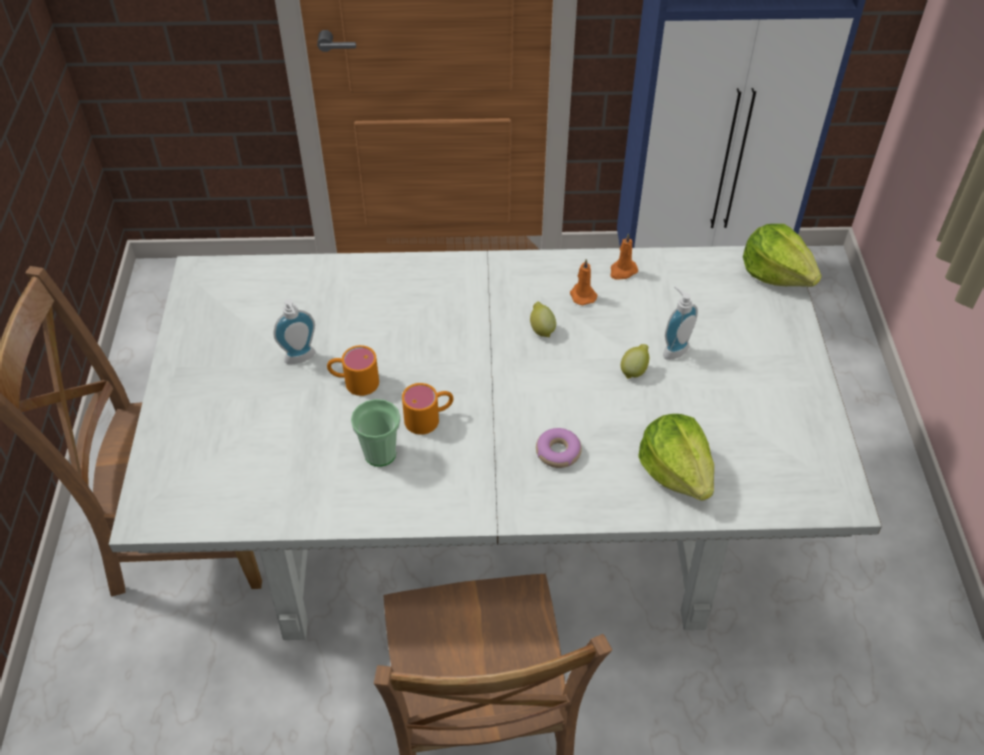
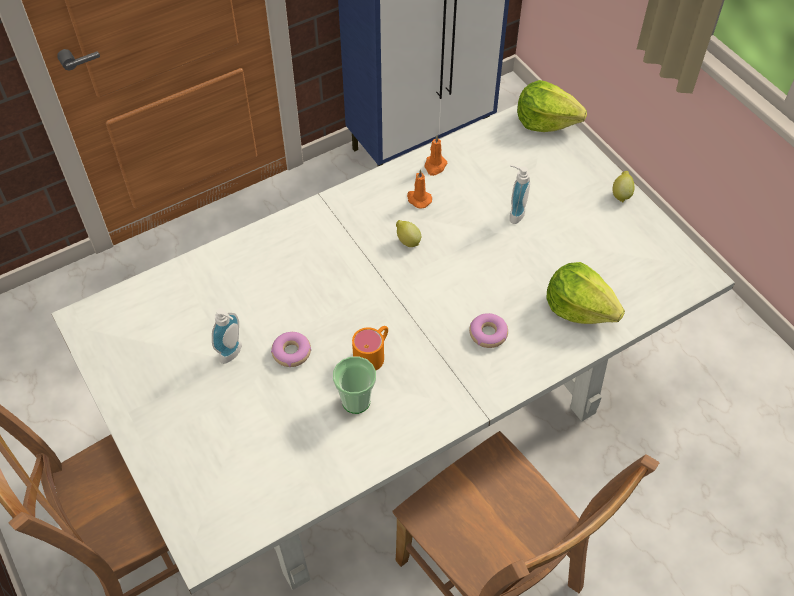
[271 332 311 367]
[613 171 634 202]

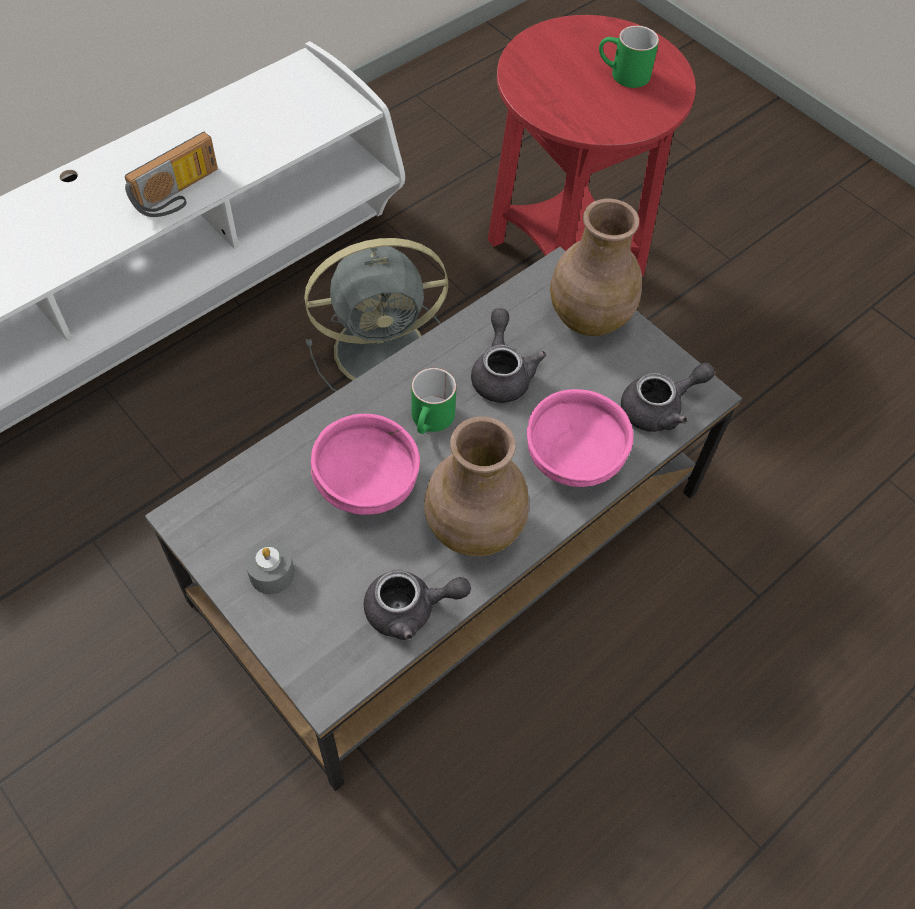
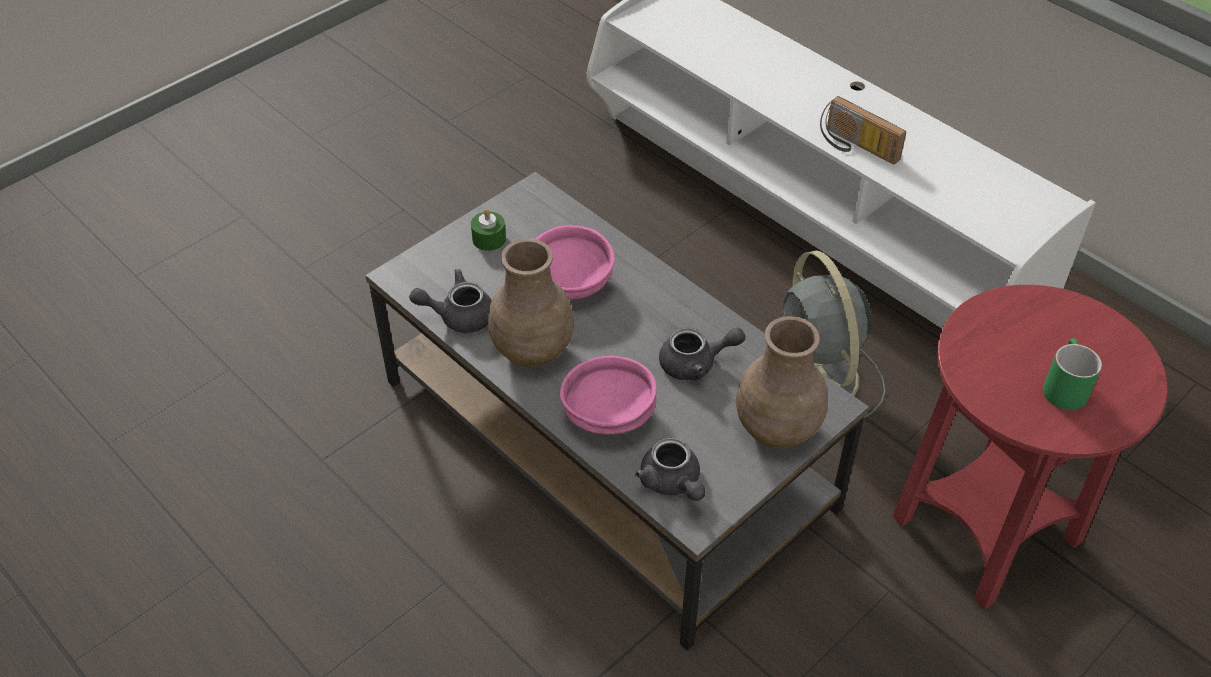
[471 209 506 251]
[409 269 492 333]
[411 368 457 434] (first image)

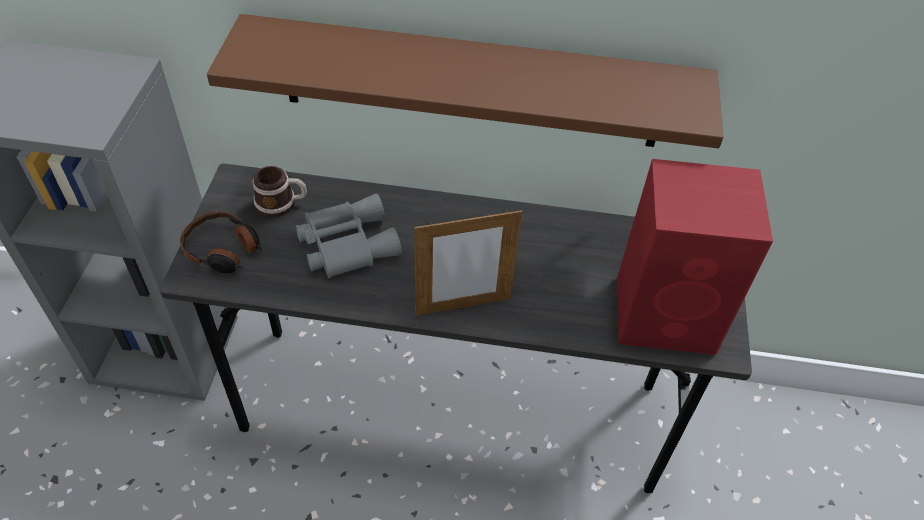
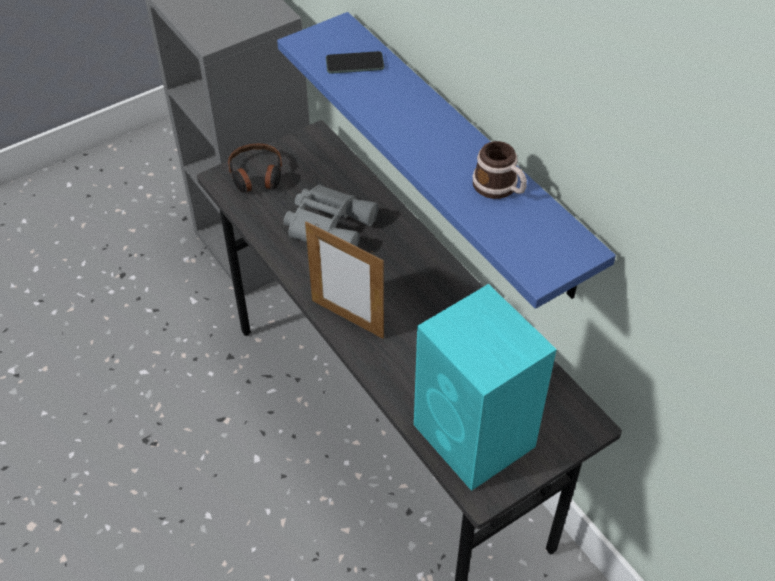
[277 12 616 309]
[472 141 527 199]
[414 284 557 491]
[326 51 384 74]

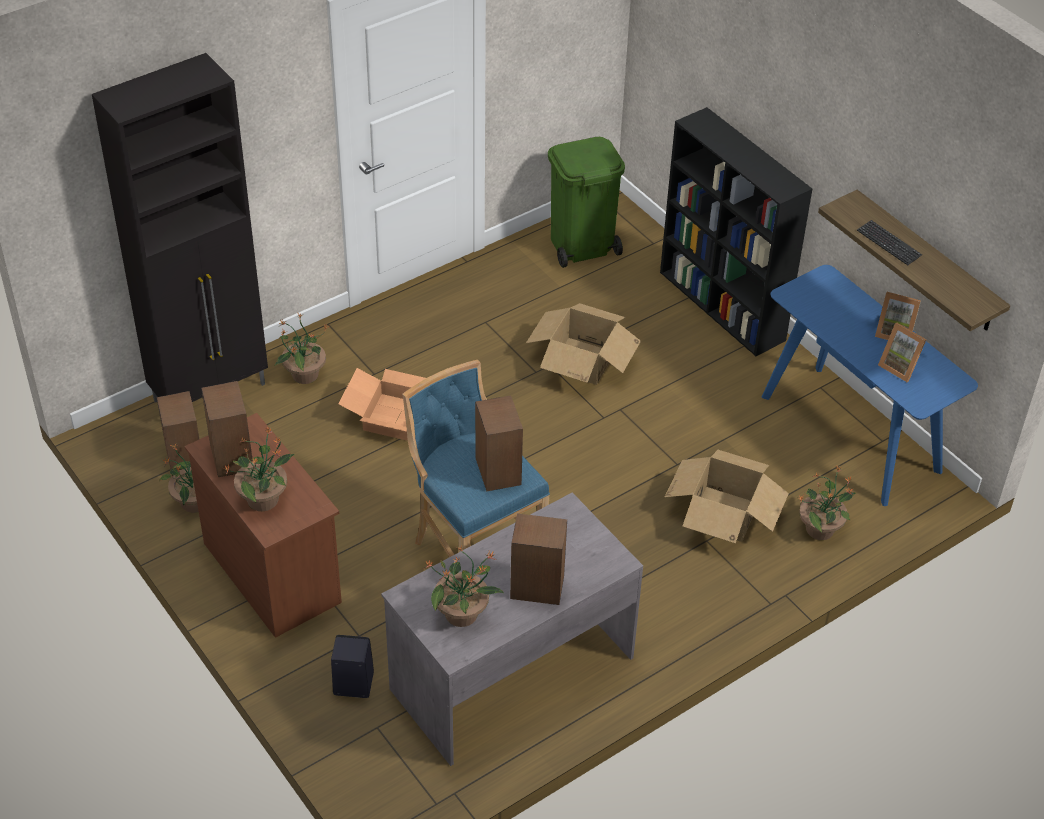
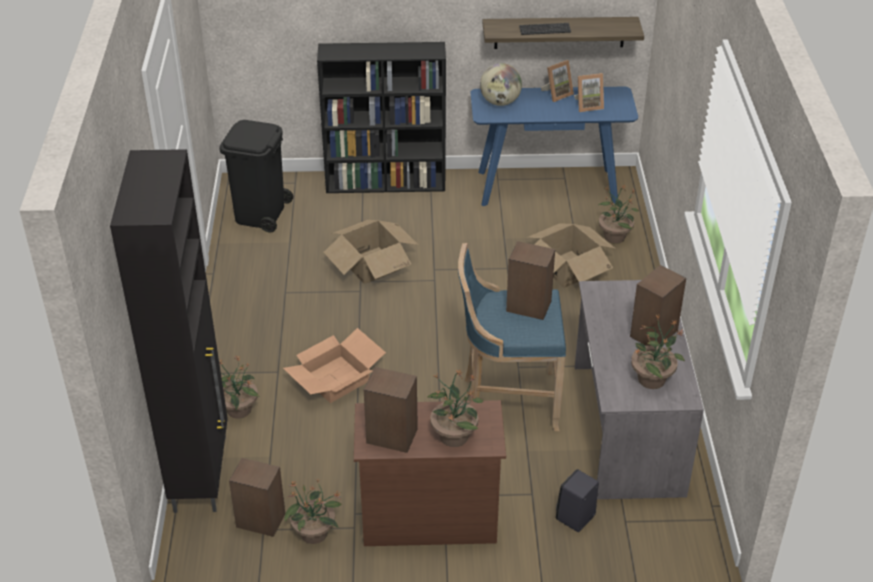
[219 120 293 232]
[480 63 522 106]

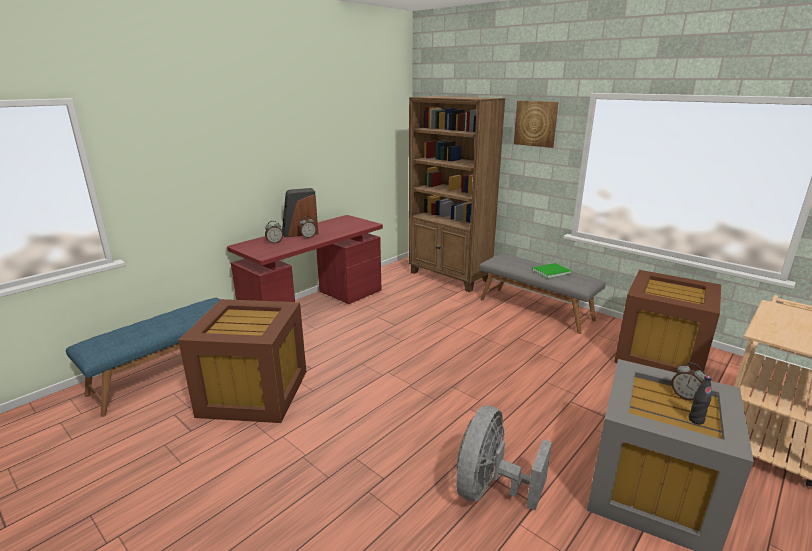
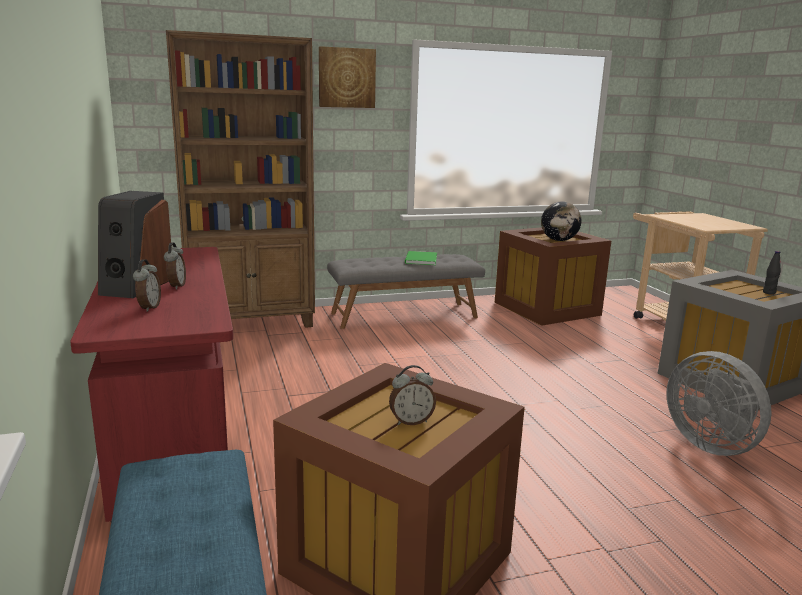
[389 365 436 425]
[541 201 581 241]

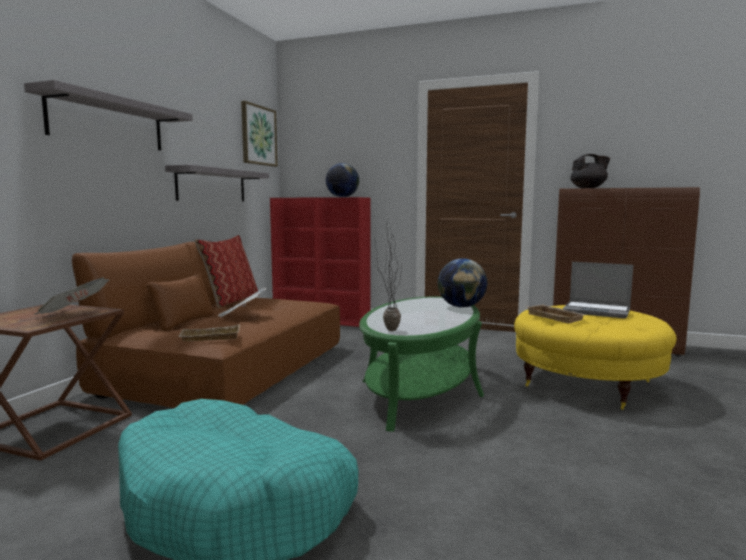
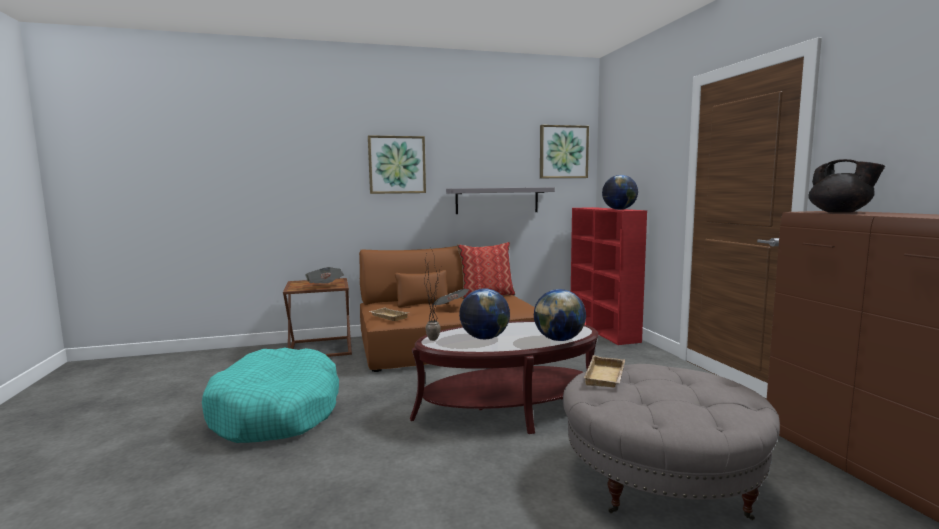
[368 135 426 194]
[410 321 599 434]
[563 364 780 520]
[563 262 633 319] (first image)
[459 288 510 339]

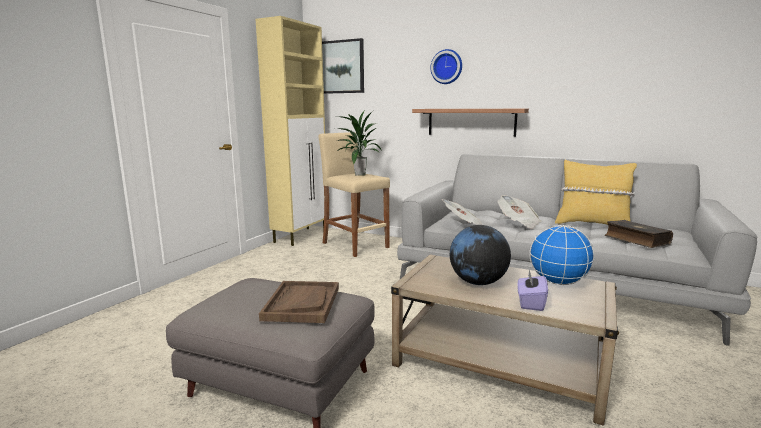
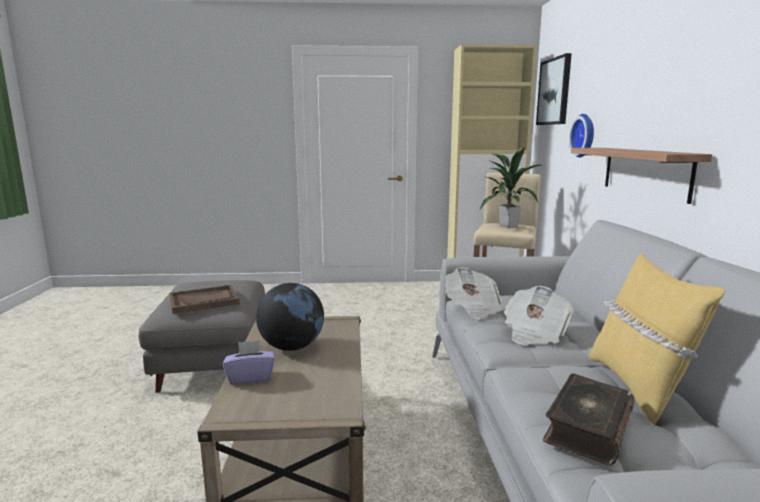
[569 114 594 158]
[529 225 594 285] (first image)

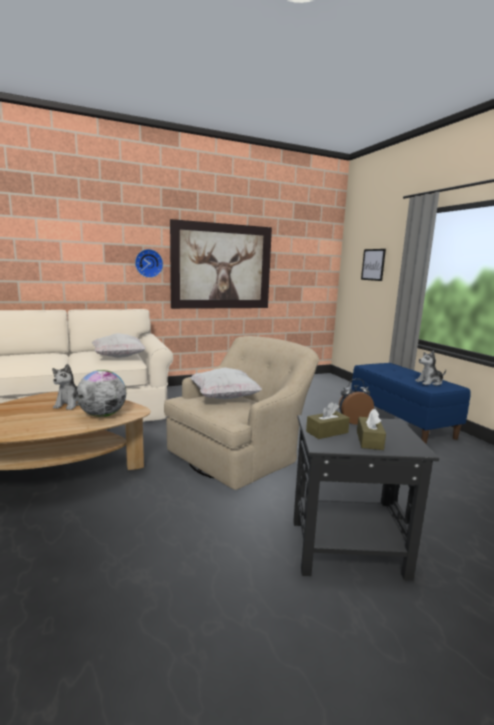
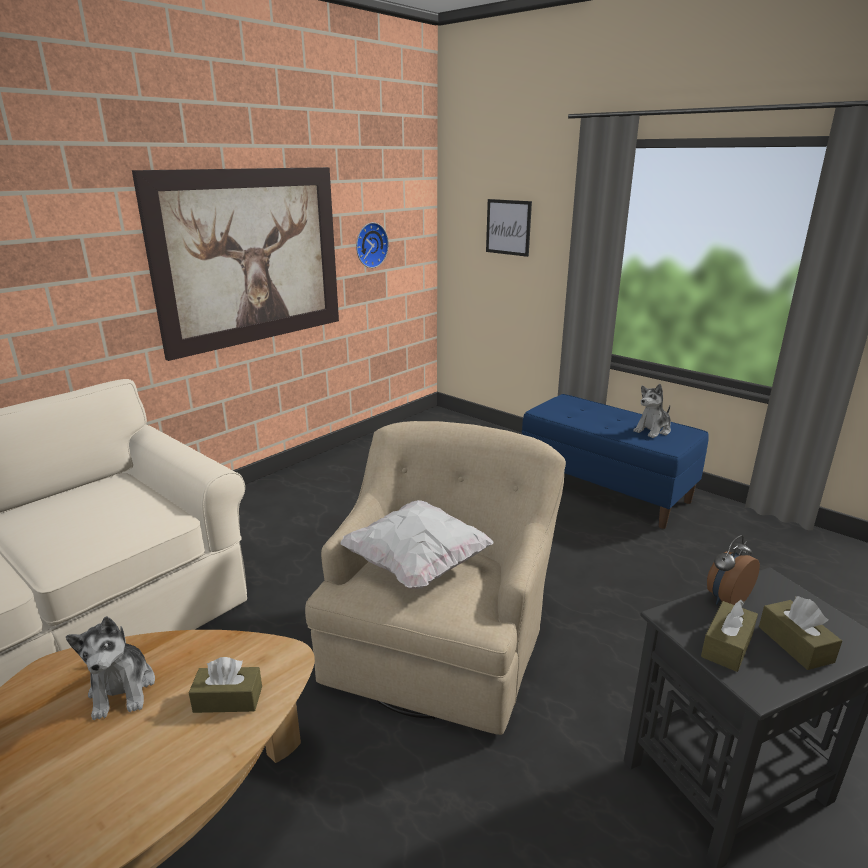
[189 657 262 713]
[92 333 146 358] (first image)
[356 222 389 268]

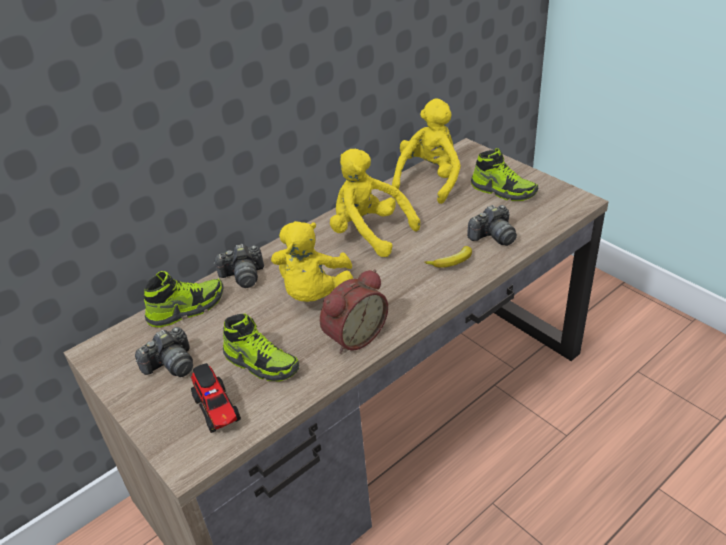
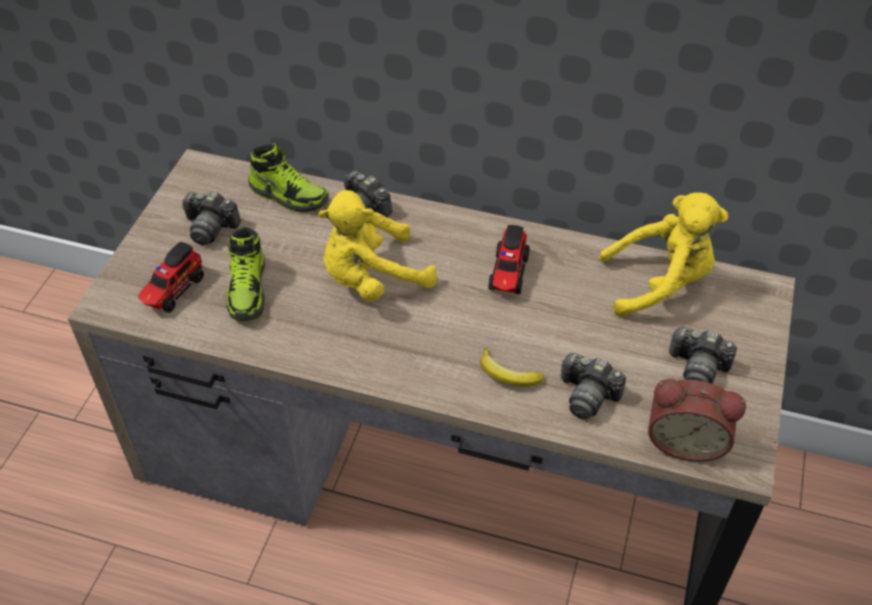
[648 379 746 462]
[488 225 529 294]
[669 327 737 384]

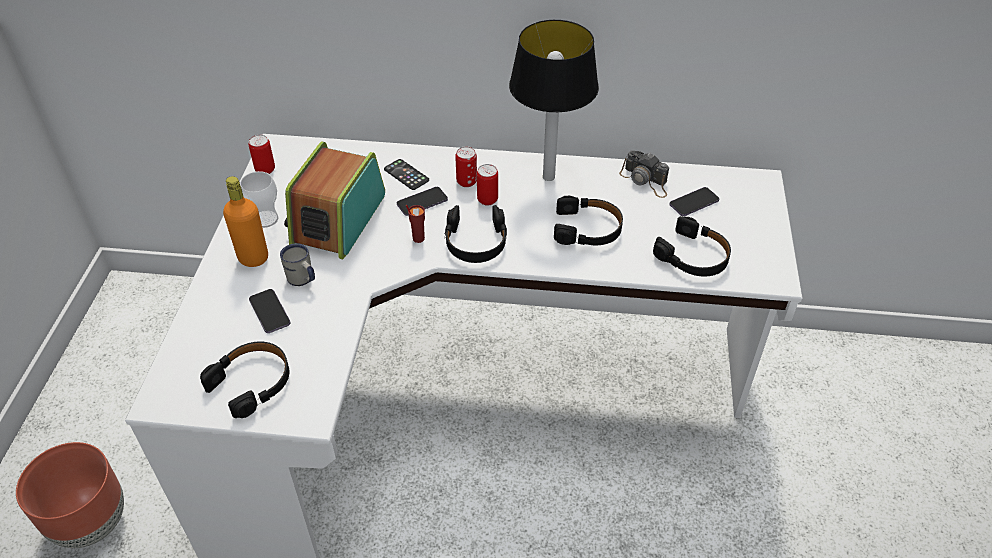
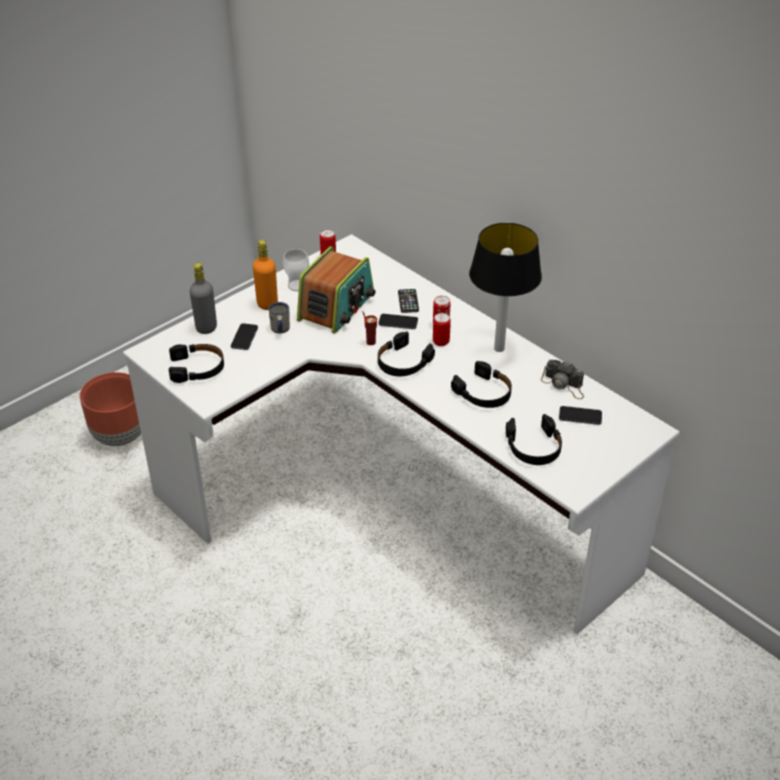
[297 246 376 334]
[541 360 584 399]
[190 263 217 334]

